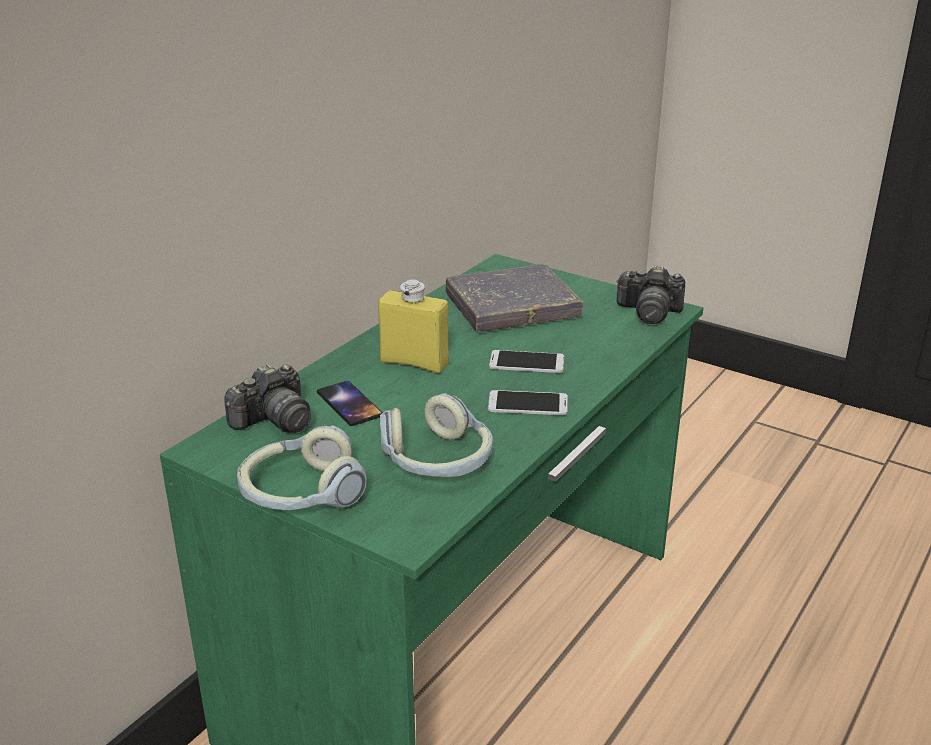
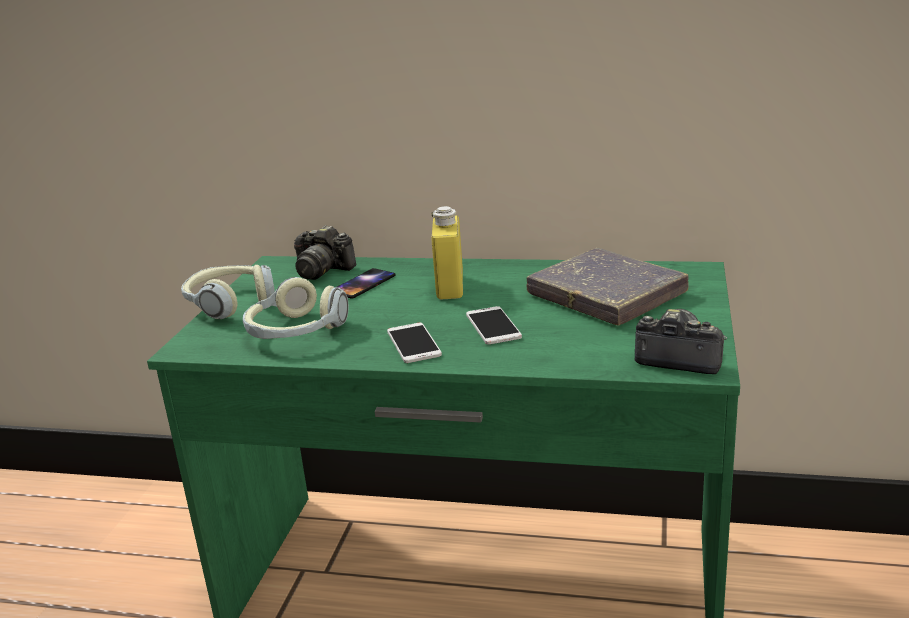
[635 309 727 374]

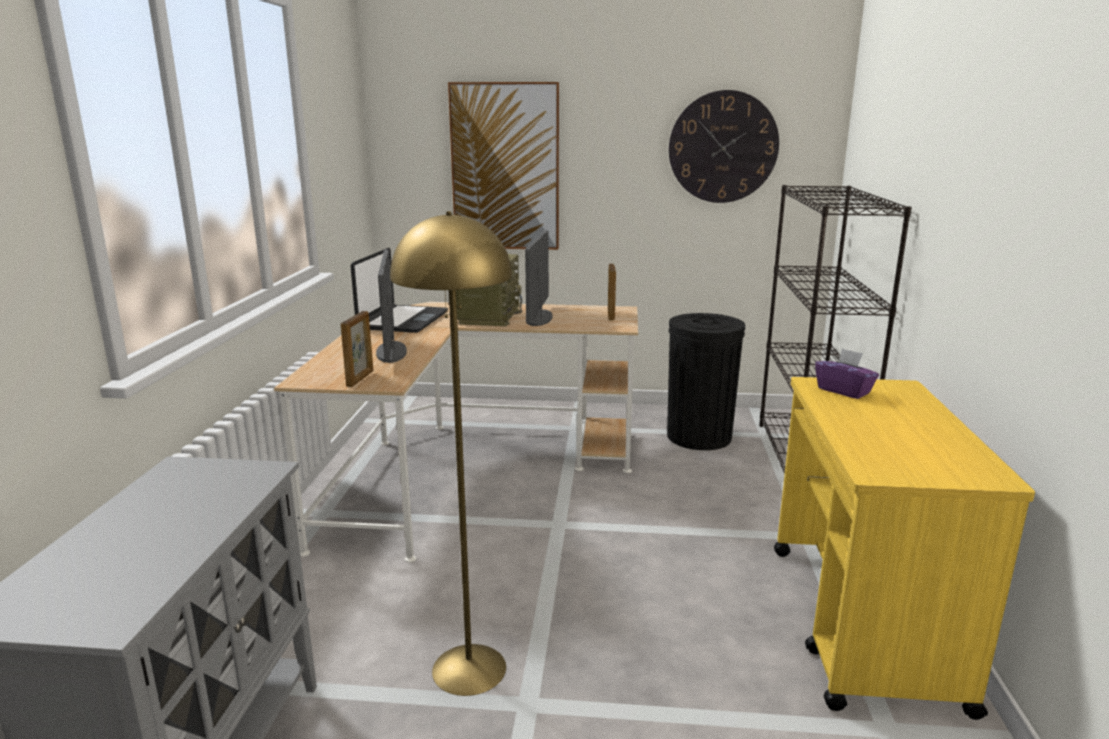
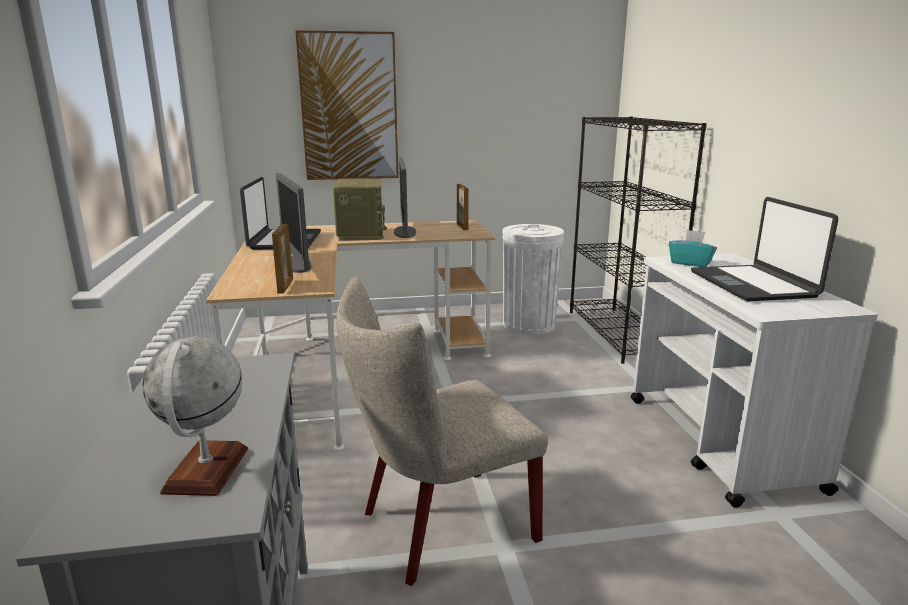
[336 277 548 586]
[502 224 564 335]
[669 90 779 203] (first image)
[630 253 878 508]
[669 230 717 267]
[143 337 248 496]
[691 197 838 301]

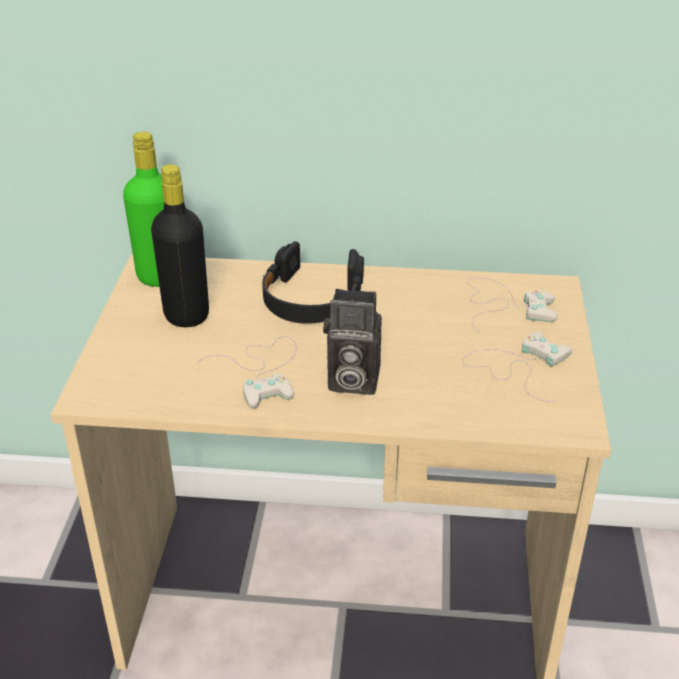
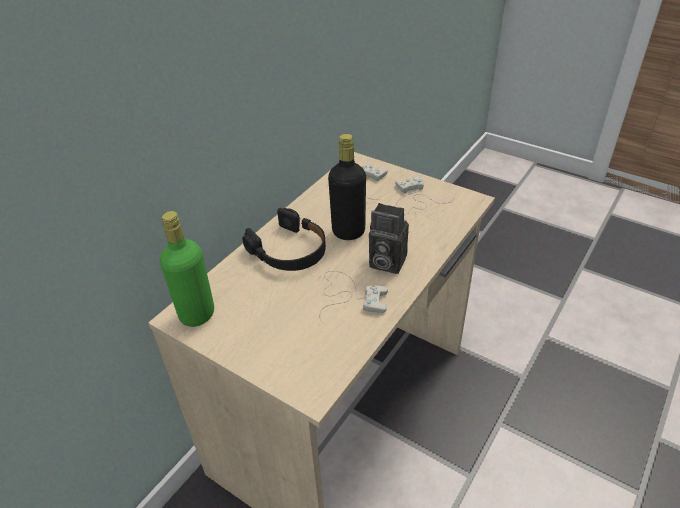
[328 134 366 240]
[369 203 409 274]

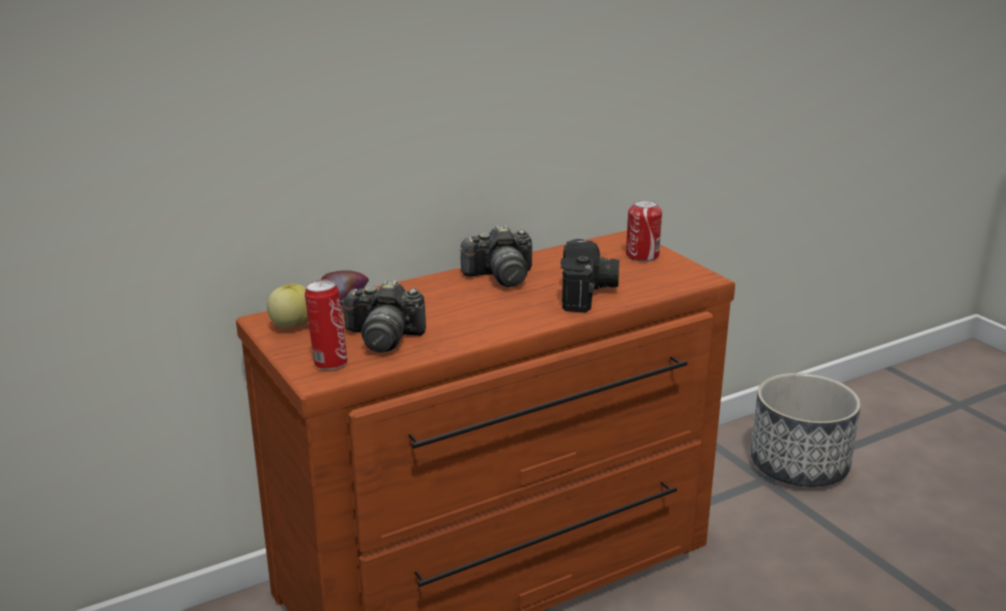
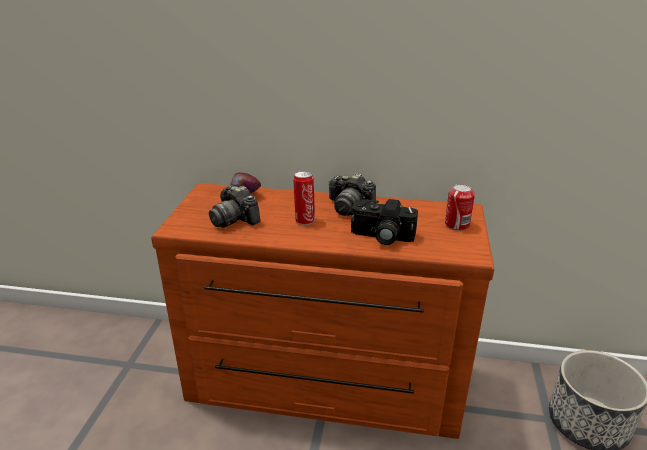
[267 284 308 328] (first image)
[293 171 315 225]
[351 199 418 245]

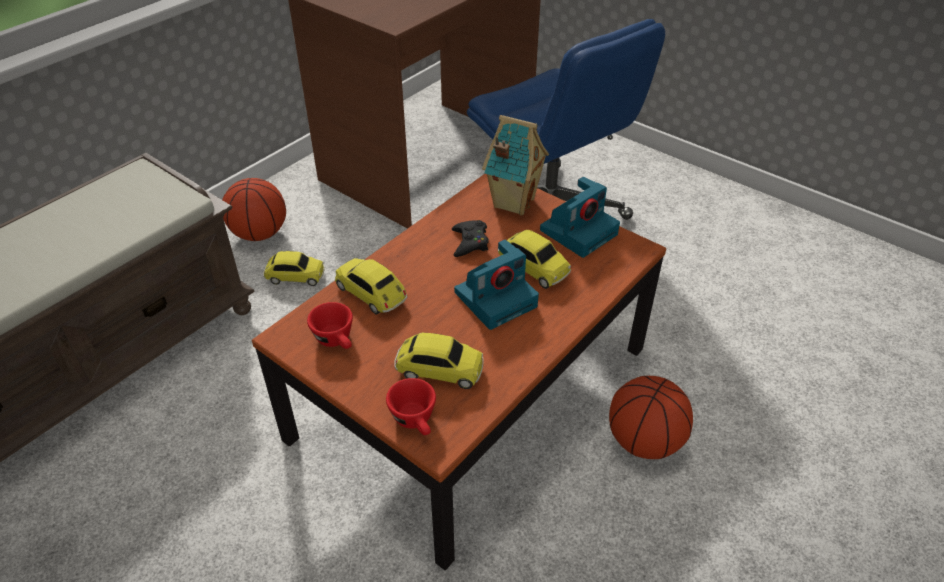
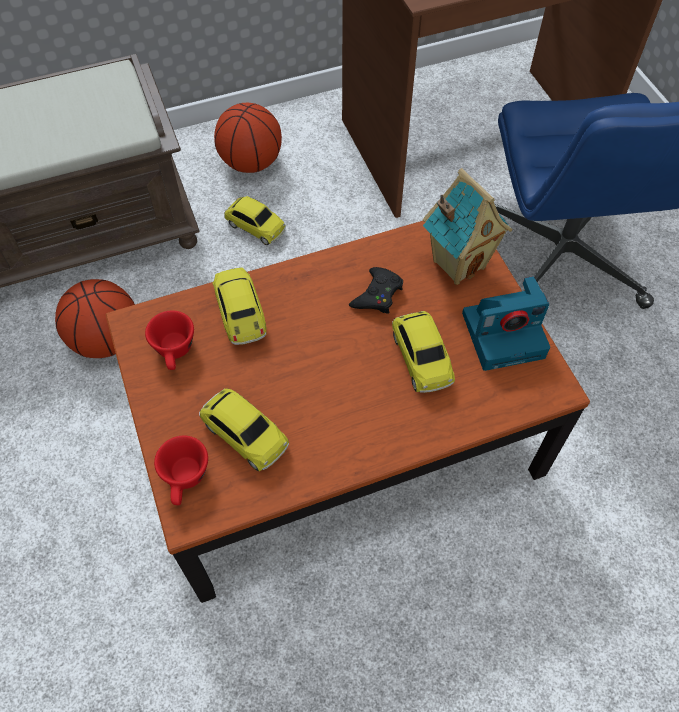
[454 240 539 330] (first image)
[55 279 135 358]

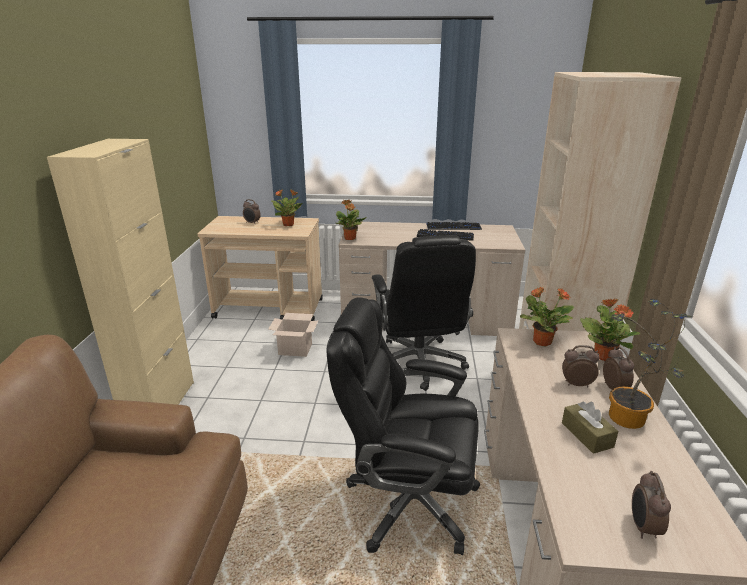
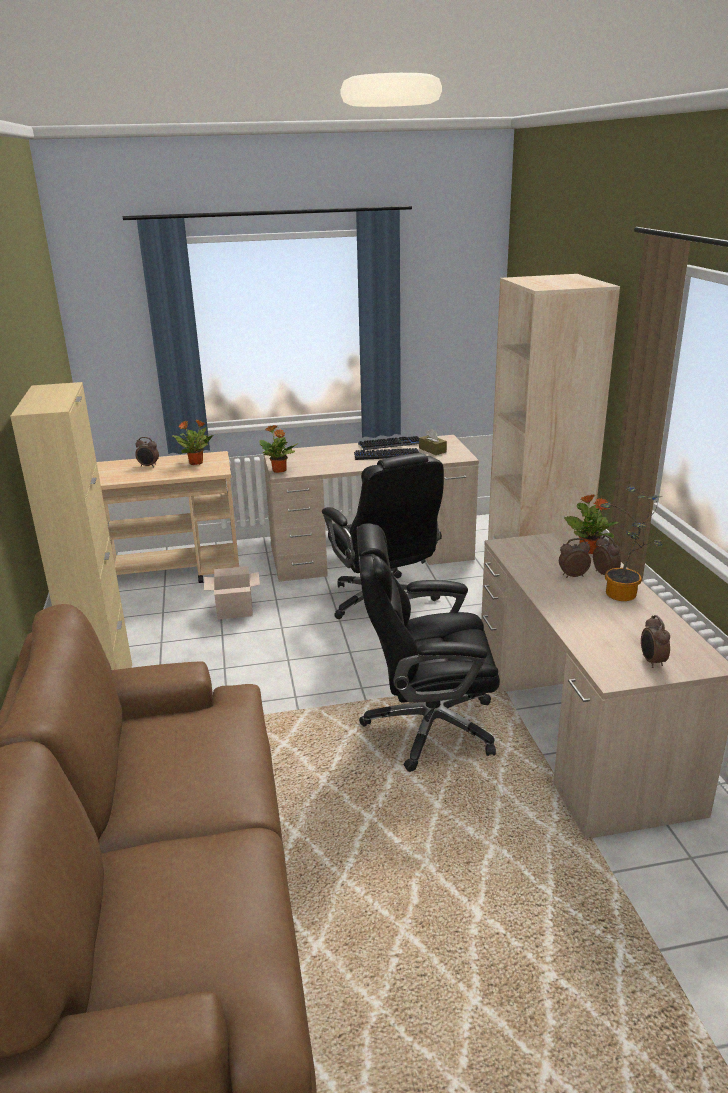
[520 287 574 347] (first image)
[419 429 447 455]

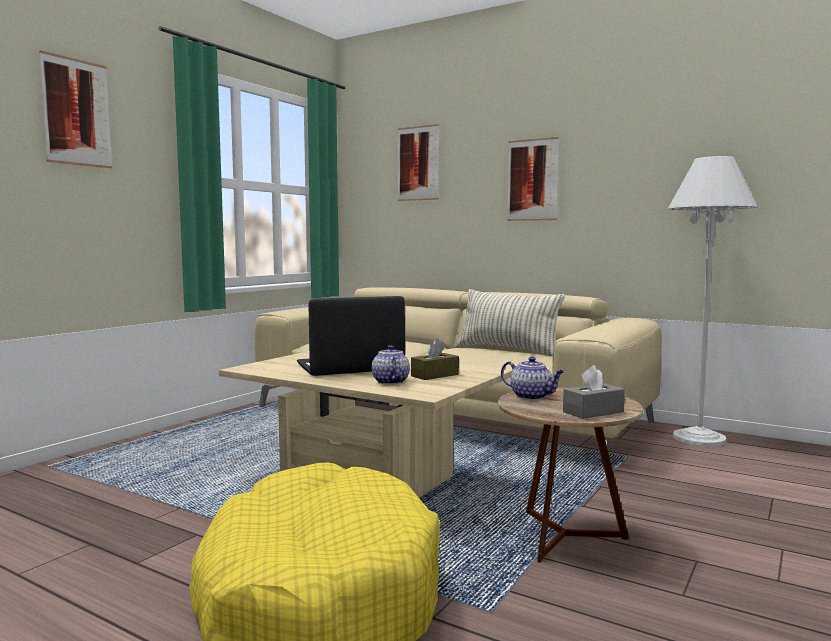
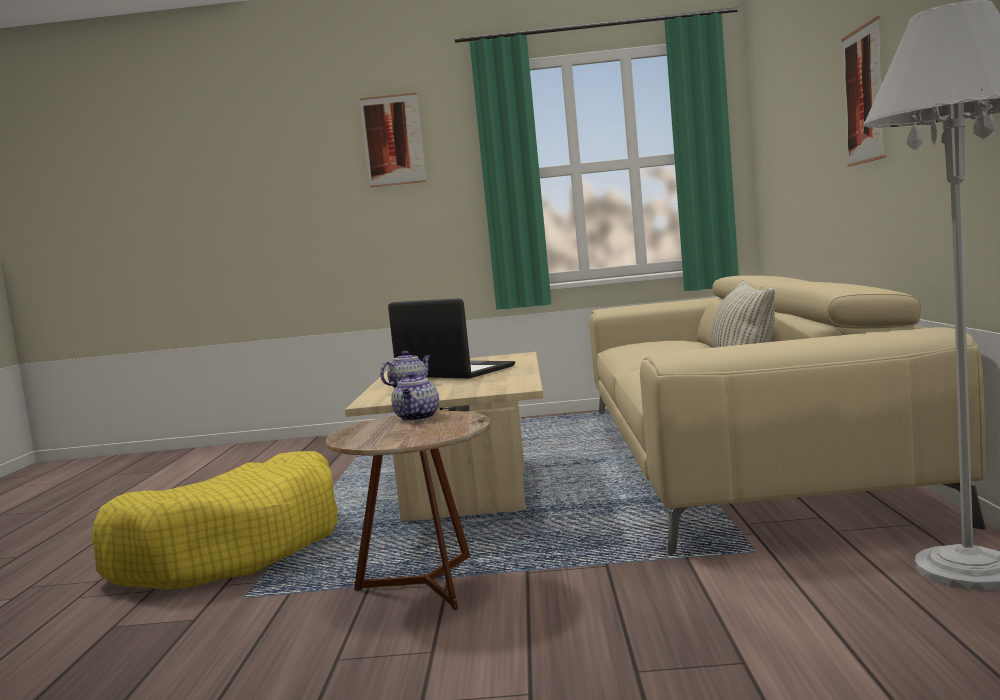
[398 124 439 201] (first image)
[411 339 459 380] (first image)
[563 365 625 419] (first image)

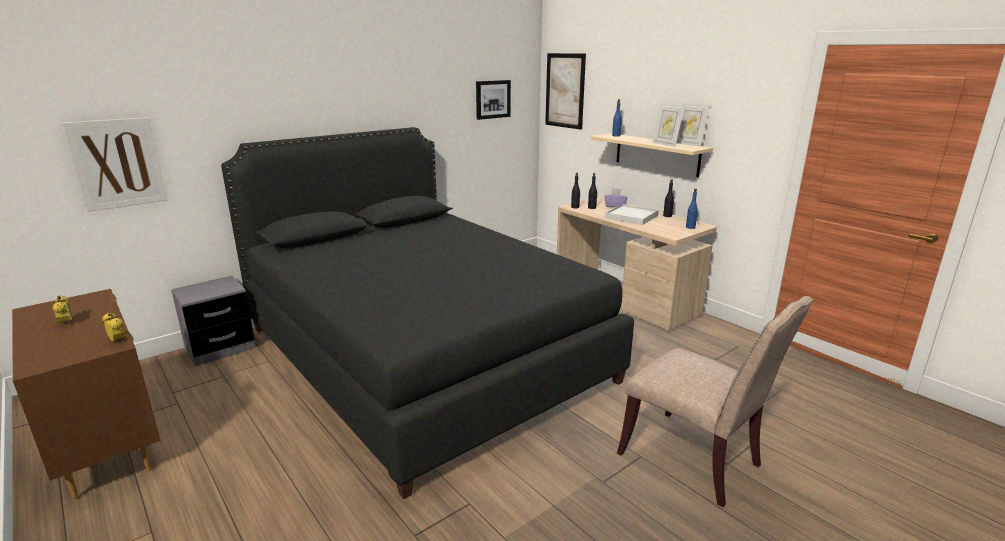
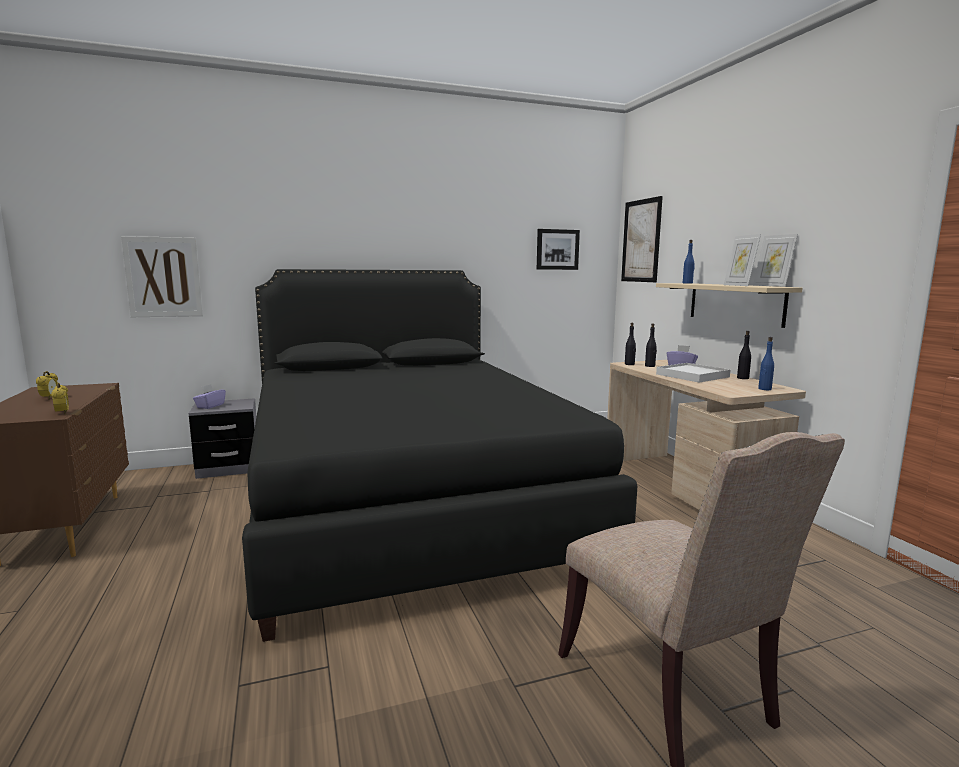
[193 384 226 409]

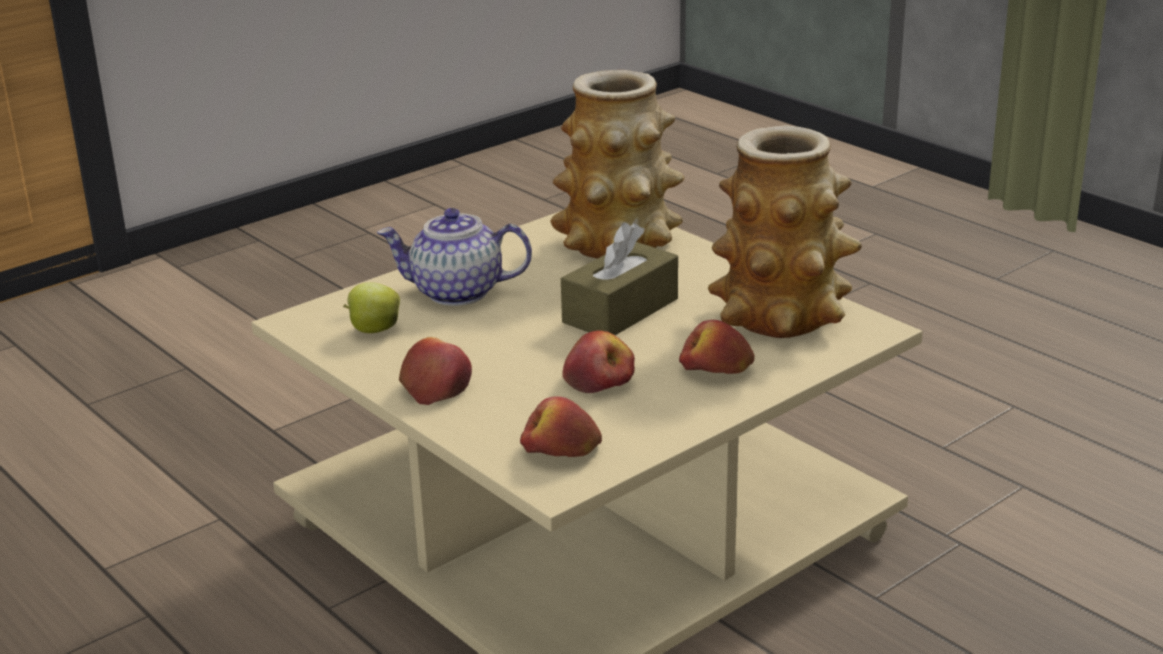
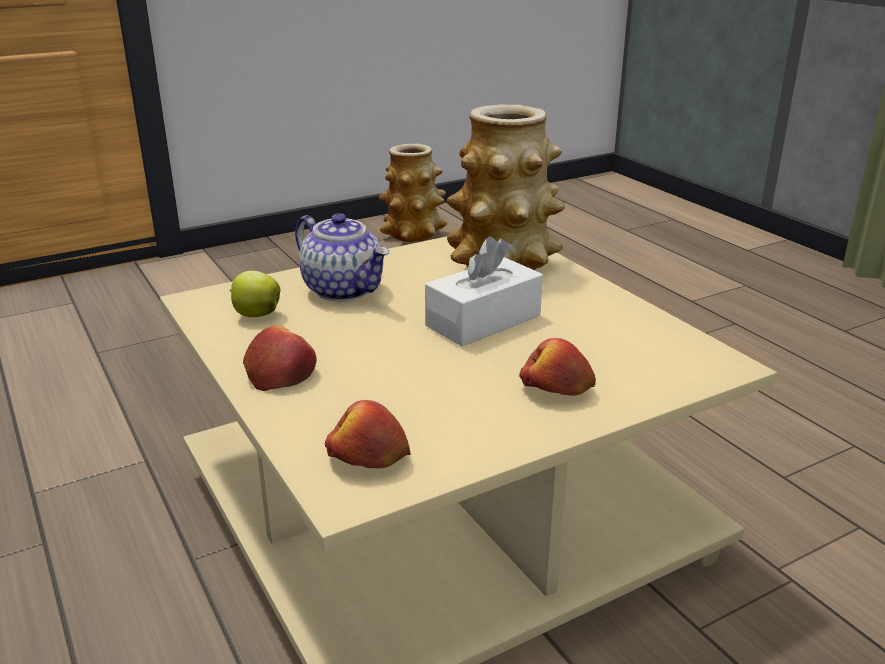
[295 213 389 301]
[425 236 543 346]
[563 330 635 393] (first image)
[379 144 447 242]

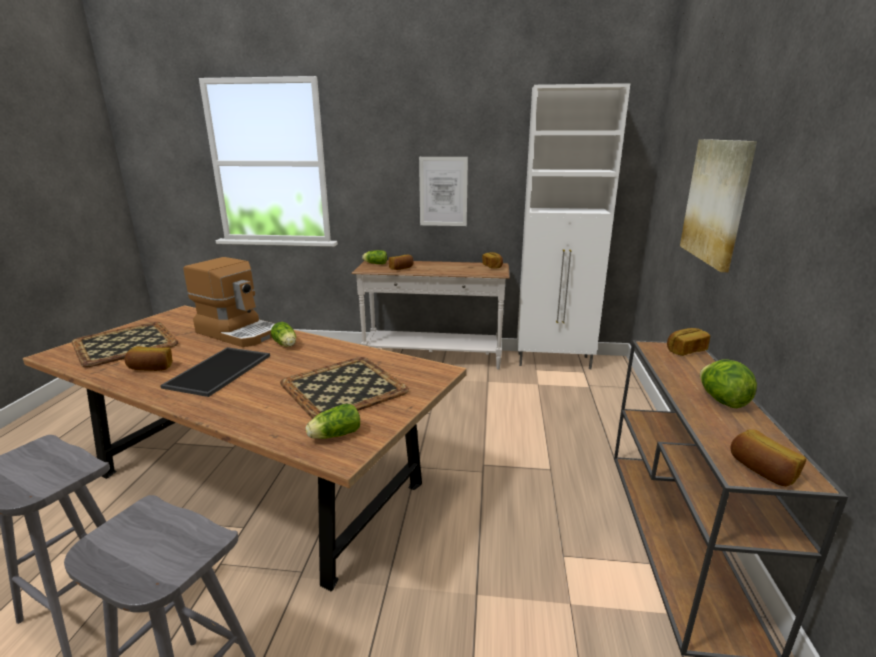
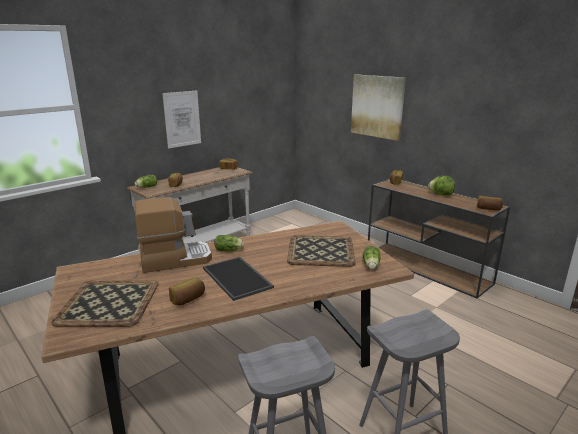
[517 83 630 369] (first image)

